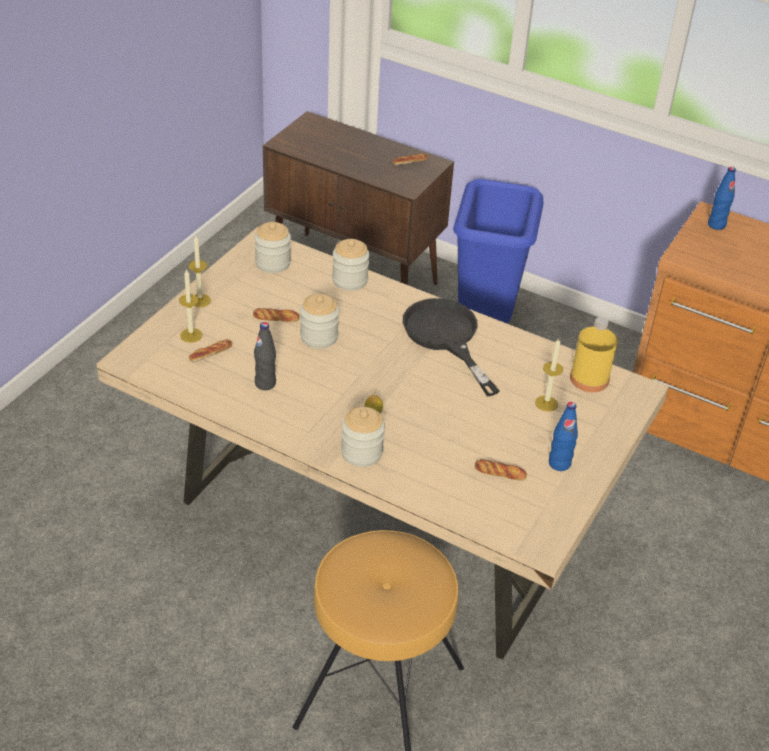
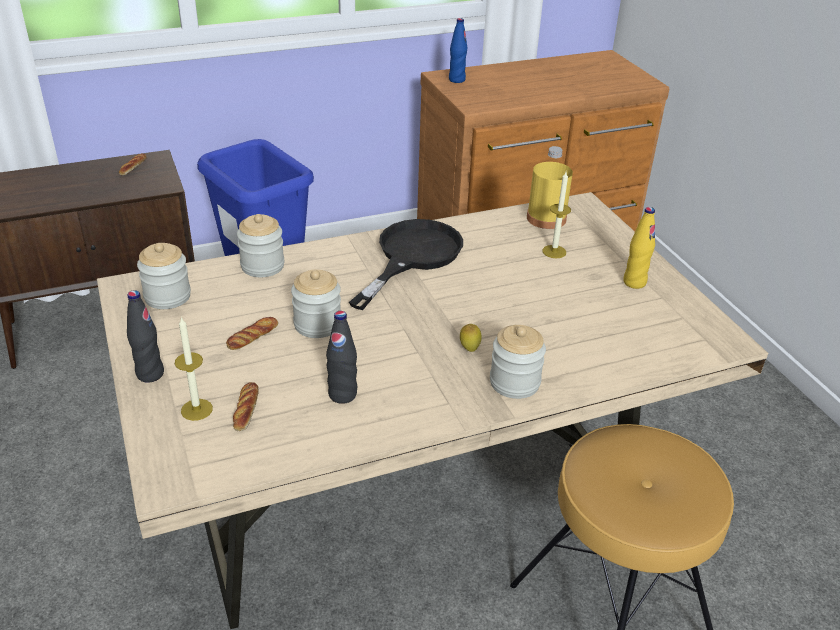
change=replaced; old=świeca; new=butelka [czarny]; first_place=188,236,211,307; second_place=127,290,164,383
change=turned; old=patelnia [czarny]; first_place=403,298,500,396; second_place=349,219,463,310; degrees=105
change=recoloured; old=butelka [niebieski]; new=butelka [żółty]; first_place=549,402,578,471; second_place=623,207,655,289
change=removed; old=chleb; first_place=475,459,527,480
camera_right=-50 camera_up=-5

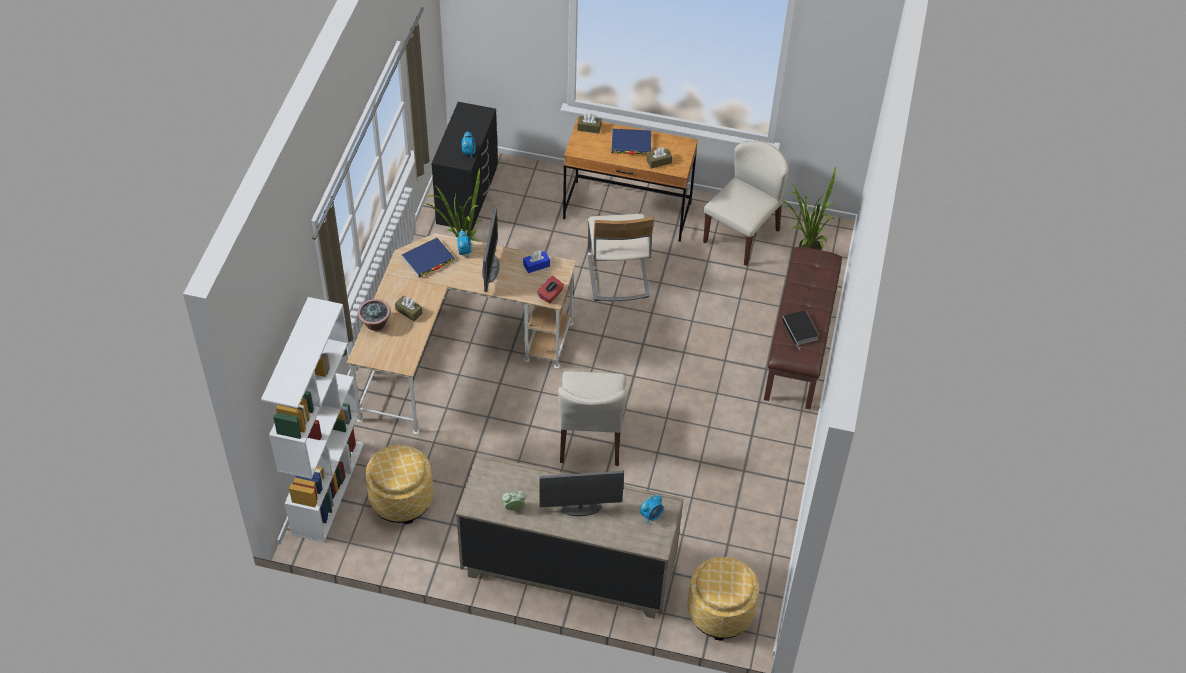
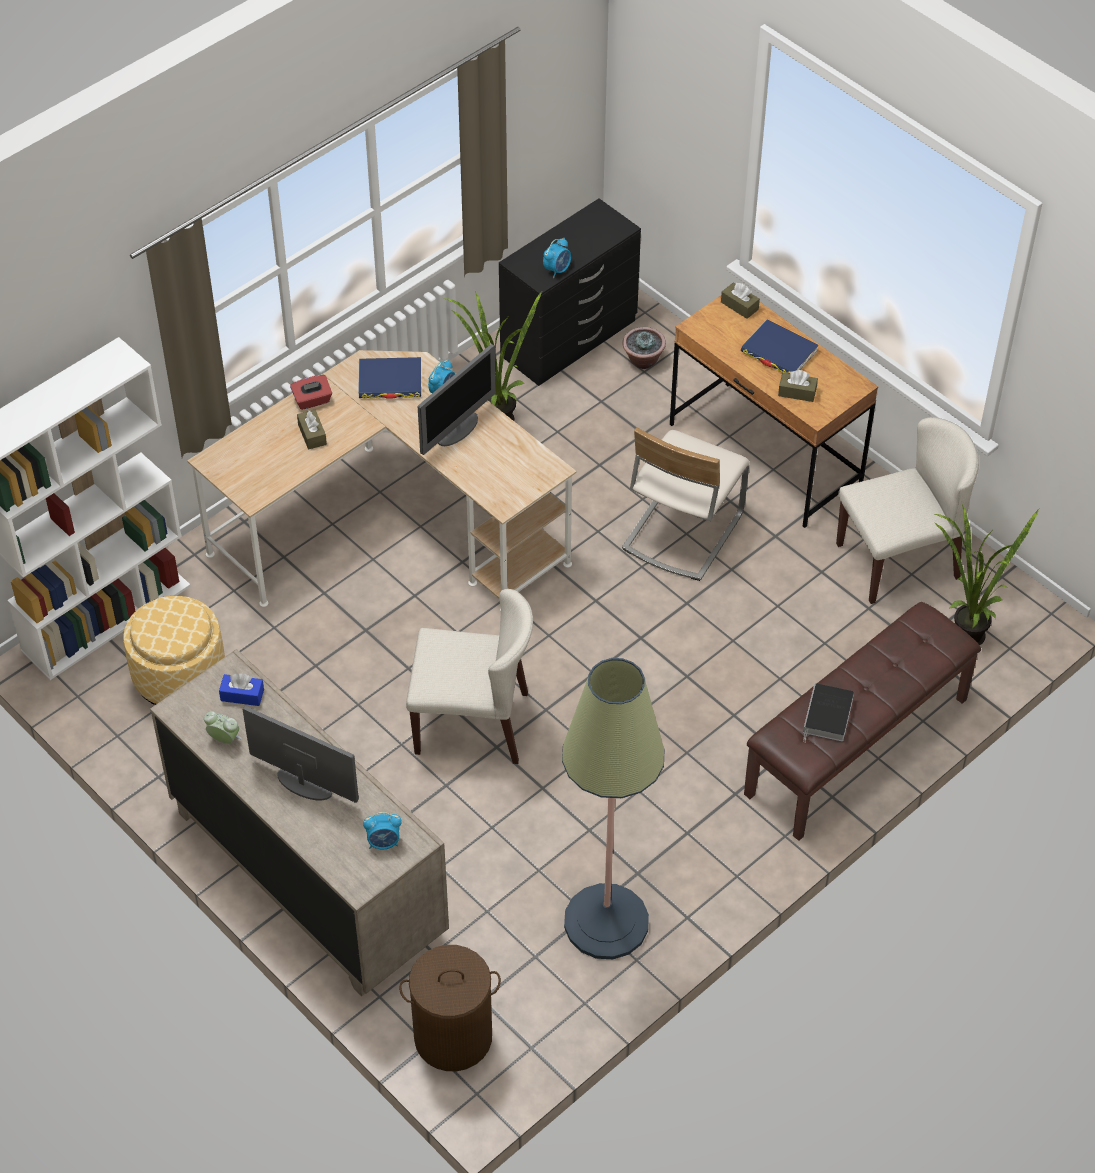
change=moved; old=pudełko chusteczek [niebieski]; first_place=523,251,550,273; second_place=219,673,264,706
change=moved; old=pudełko chusteczek [czerwony]; first_place=537,276,564,303; second_place=290,375,332,410
change=moved; old=roślina doniczkowa; first_place=358,299,391,331; second_place=622,327,666,369
change=turned; old=krzesło [beżowy]; first_place=558,371,627,466; second_place=406,589,533,764; degrees=-120
change=replaced; old=pufa; new=kosz na pranie [brązowy]; first_place=688,557,759,640; second_place=399,945,501,1071
change=added; new=lampa stojąca; second_place=562,658,665,959
camera_right=35 camera_up=0

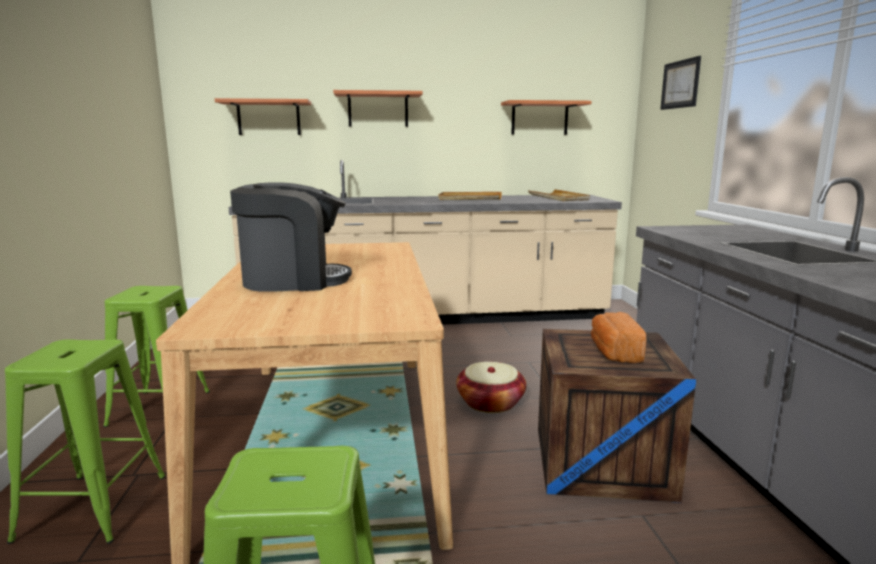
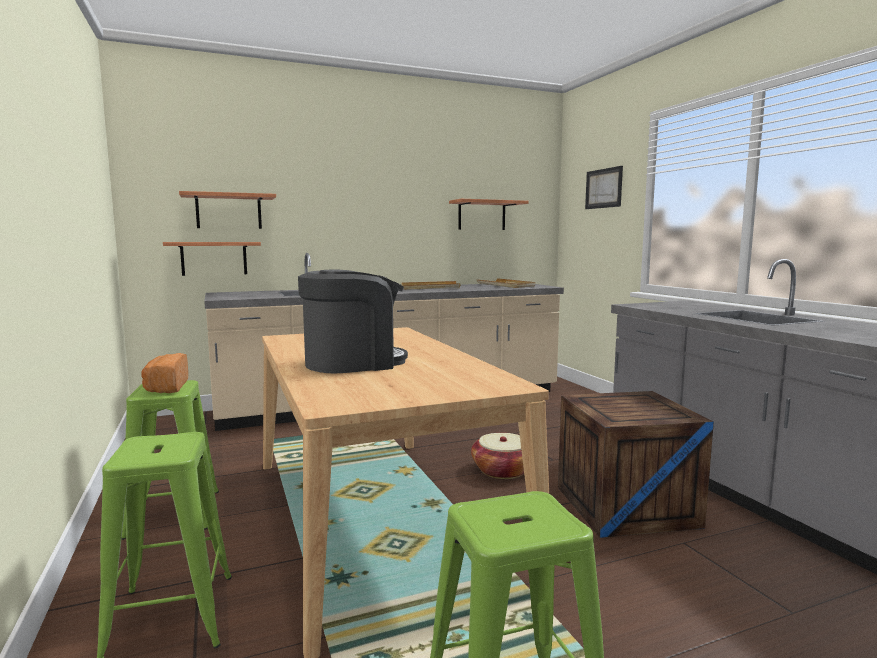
change=moved; old=półka; first_place=333,90,423,127; second_place=163,242,261,276
change=moved; old=chleb; first_place=591,312,647,363; second_place=141,353,188,393
camera_right=-15 camera_up=-5

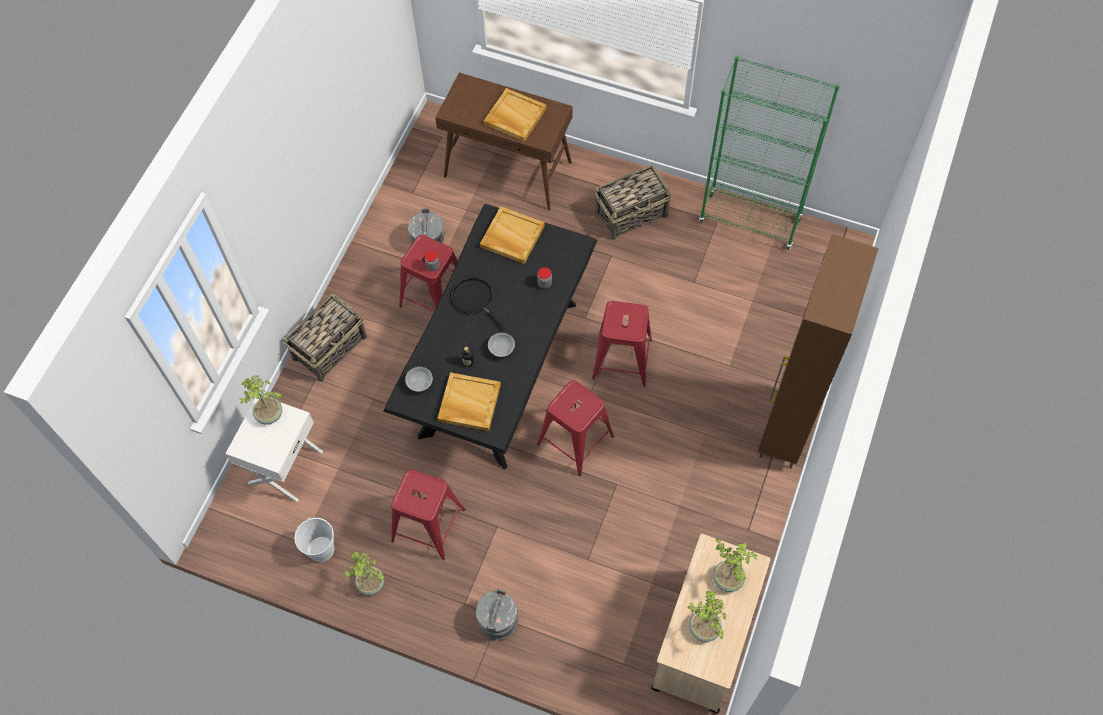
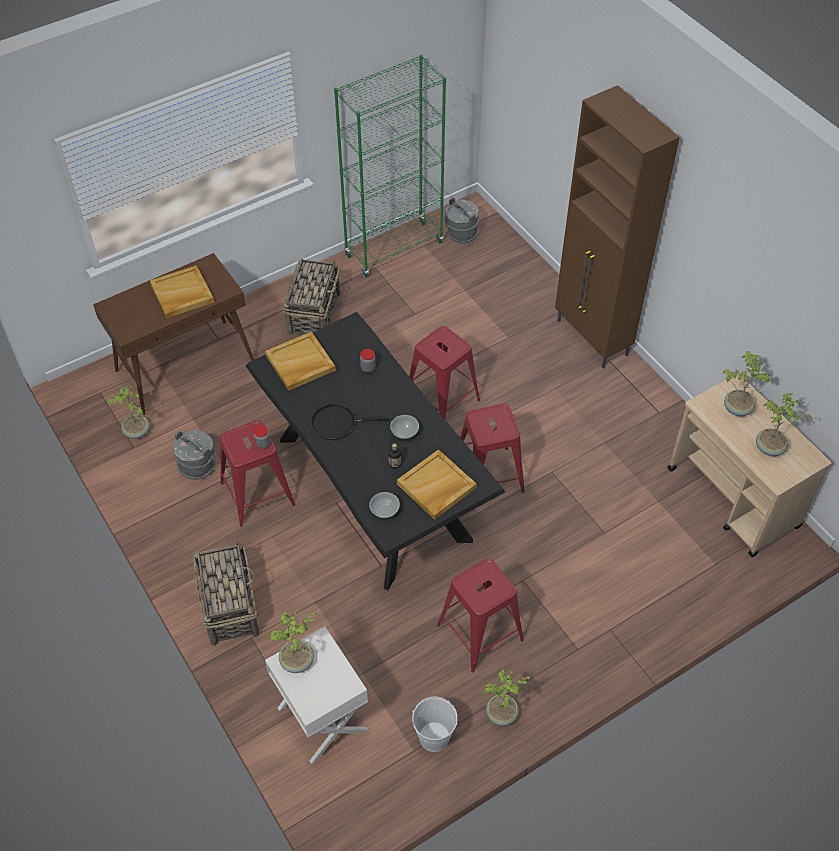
change=moved; old=wiadro [szary]; first_place=476,589,518,640; second_place=445,197,479,243
change=added; new=roślina doniczkowa; second_place=106,384,150,439
camera_right=-55 camera_up=-10

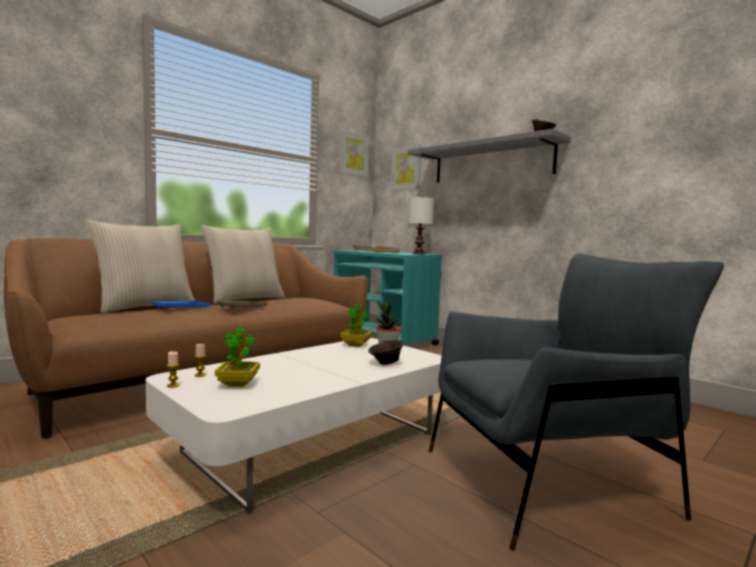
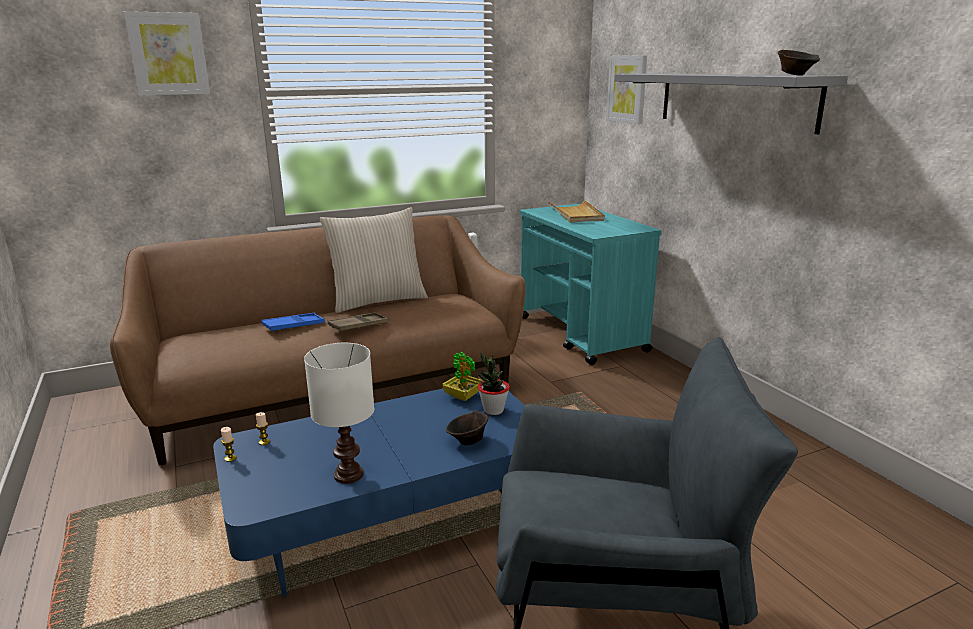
change=moved; old=obraz; first_place=339,129,369,177; second_place=124,11,210,96
change=moved; old=lampa stołowa [biały]; first_place=408,197,434,254; second_place=304,343,374,484
change=removed; old=poduszka [beżowy]; first_place=87,220,195,313
change=removed; old=roślina doniczkowa; first_place=215,326,260,387
change=recoloured; old=ława [biały]; new=ława [niebieski]; first_place=146,338,442,513; second_place=213,380,525,597
camera_right=20 camera_up=15

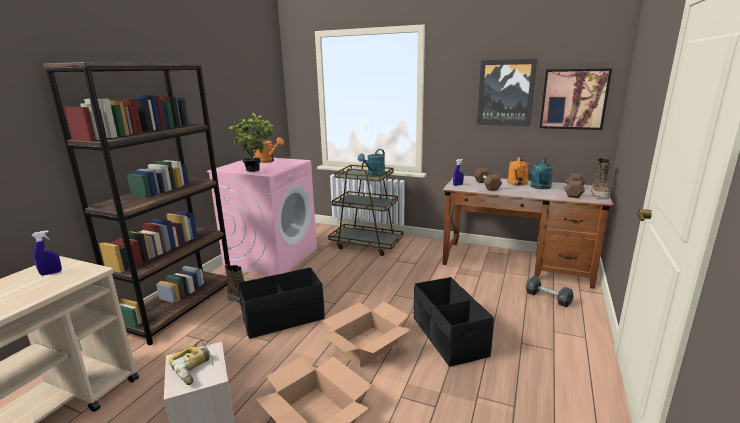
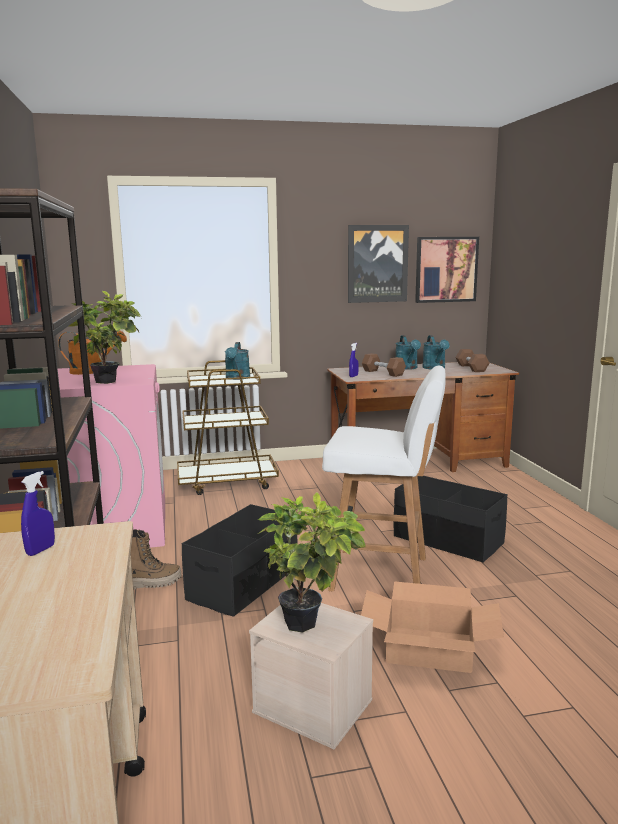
change=recoloured; old=konewka [pomarańczowy]; new=konewka [turkusowy]; first_place=507,155,529,186; second_place=396,335,421,370
change=removed; old=but z cholewką; first_place=590,156,612,198
change=removed; old=hantel [czarny]; first_place=526,276,574,307
change=replaced; old=karton; new=stołek [biały]; first_place=321,301,412,367; second_place=322,366,445,592
change=replaced; old=wiertarka; new=roślina doniczkowa; first_place=169,339,213,385; second_place=258,492,366,633
camera_right=-35 camera_up=-5

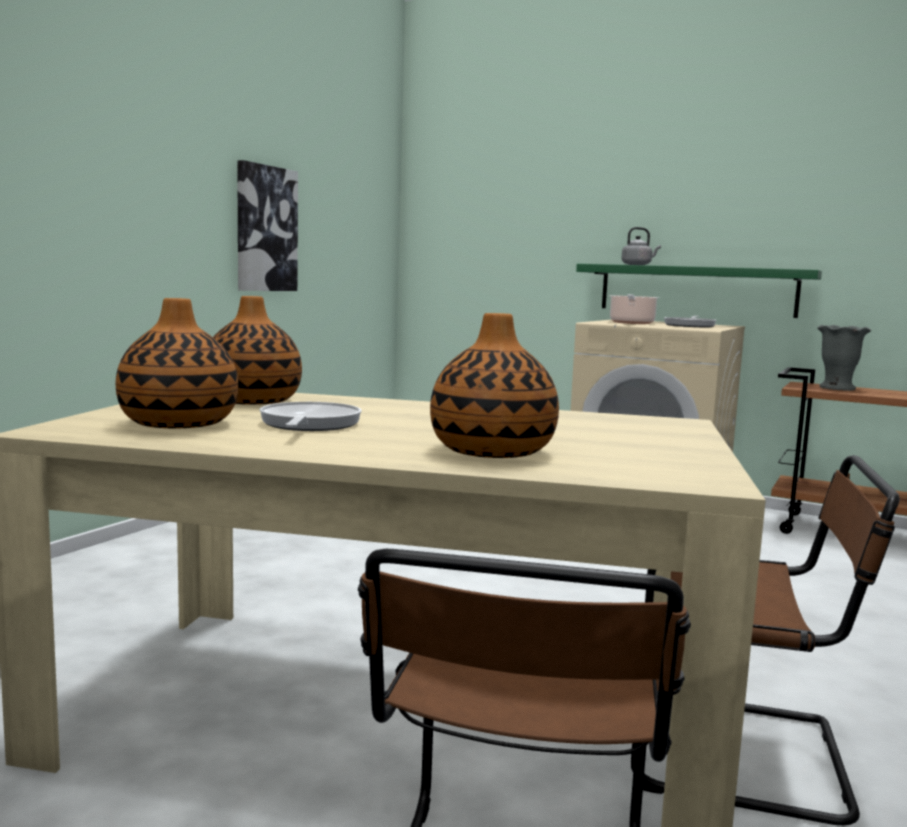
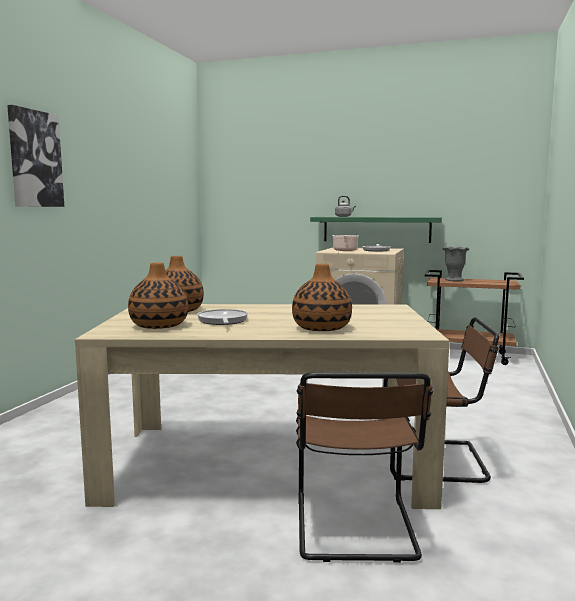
change=moved; old=obraz; first_place=237,160,298,291; second_place=7,105,64,207
camera_right=-10 camera_up=0

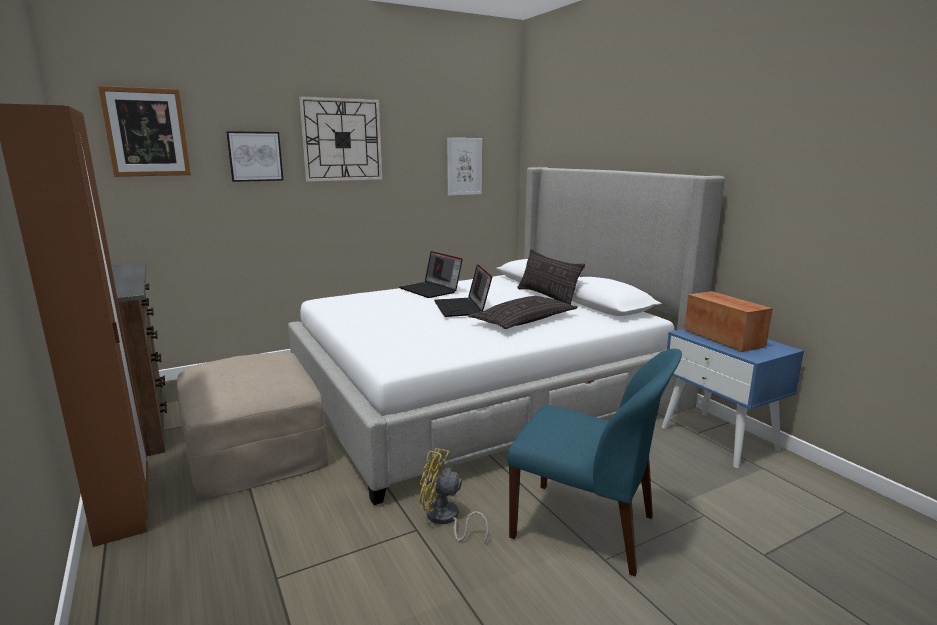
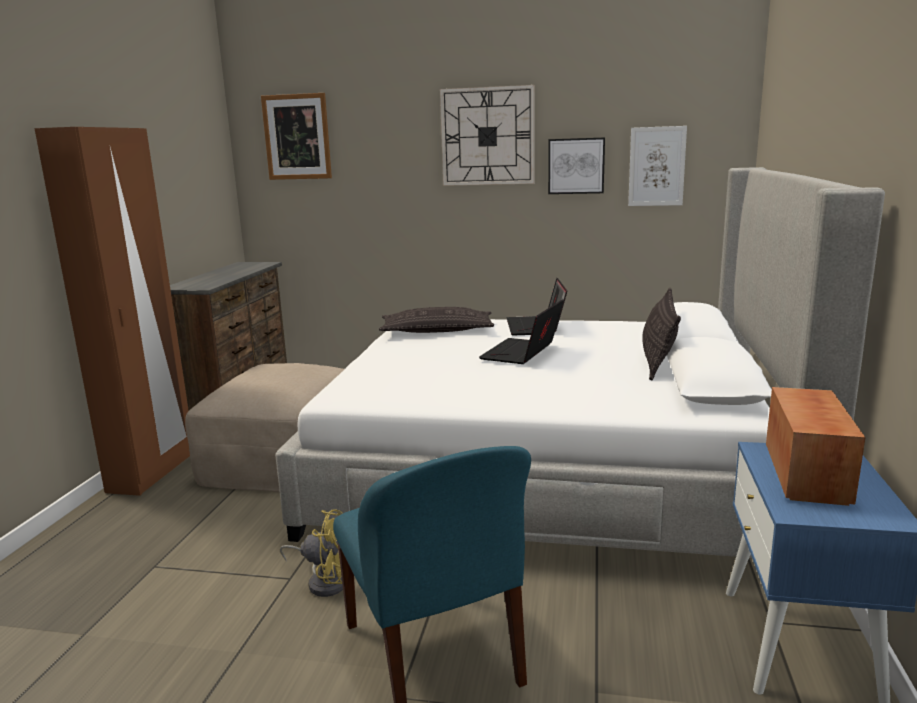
change=moved; old=obraz; first_place=226,131,283,182; second_place=548,138,605,194
change=moved; old=poduszka; first_place=468,296,578,329; second_place=379,307,494,333
change=turned; old=wentylator [żółty]; first_place=419,448,489,544; second_place=280,509,343,597; degrees=135
camera_right=40 camera_up=0

